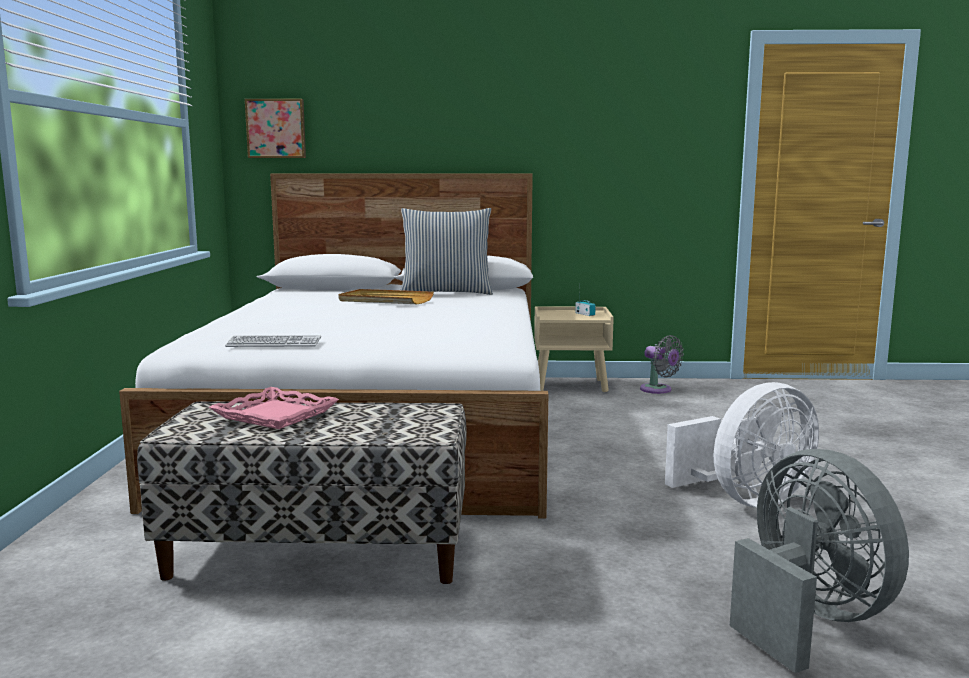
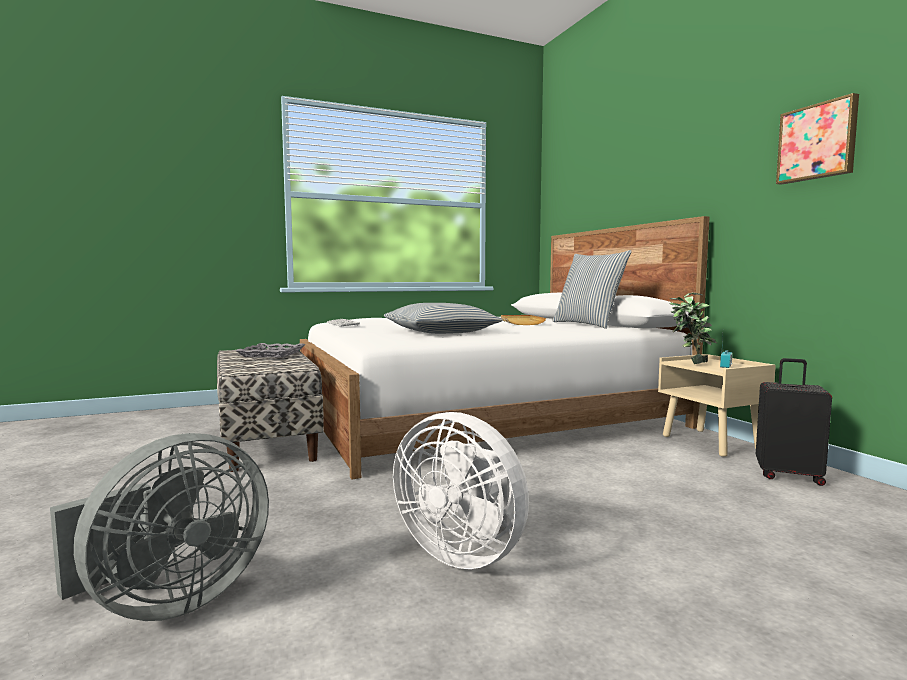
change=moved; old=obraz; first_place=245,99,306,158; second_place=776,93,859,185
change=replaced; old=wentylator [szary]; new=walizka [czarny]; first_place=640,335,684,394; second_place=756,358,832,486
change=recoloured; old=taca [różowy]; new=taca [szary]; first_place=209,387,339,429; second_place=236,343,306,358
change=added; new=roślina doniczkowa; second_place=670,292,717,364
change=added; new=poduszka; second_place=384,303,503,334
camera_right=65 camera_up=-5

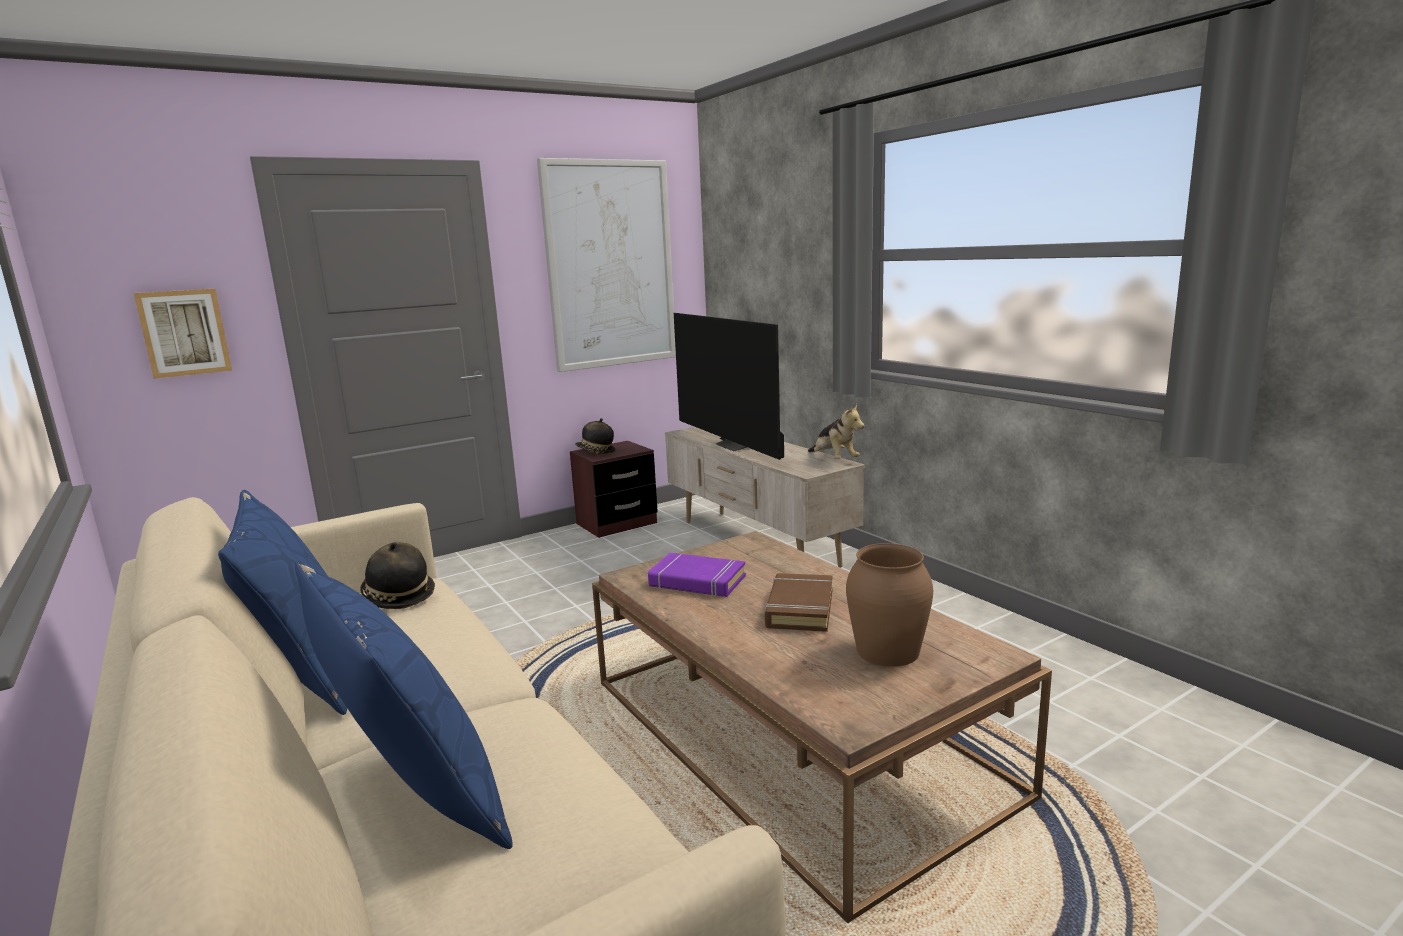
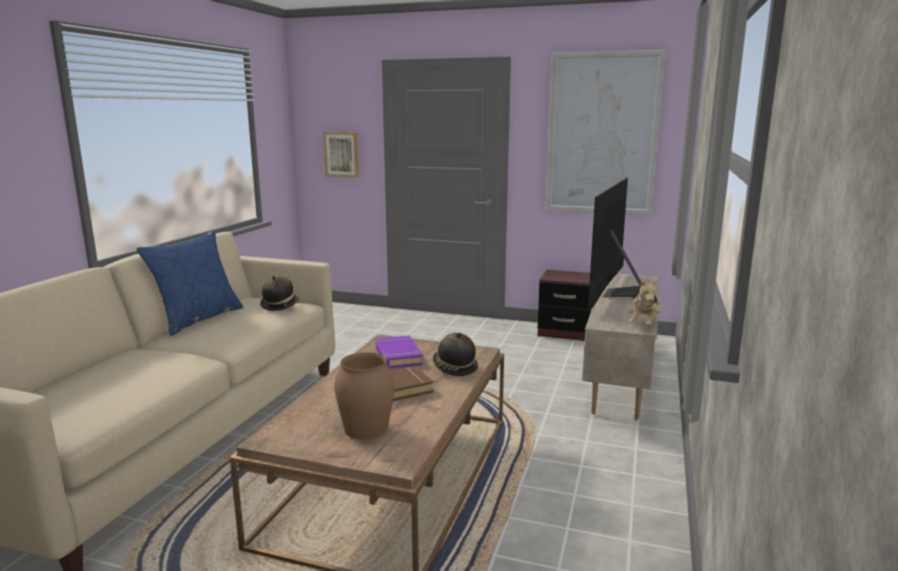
change=moved; old=kapelusz; first_place=575,418,615,454; second_place=433,333,478,376
change=removed; old=poduszka [niebieski]; first_place=295,561,513,849
camera_right=50 camera_up=0

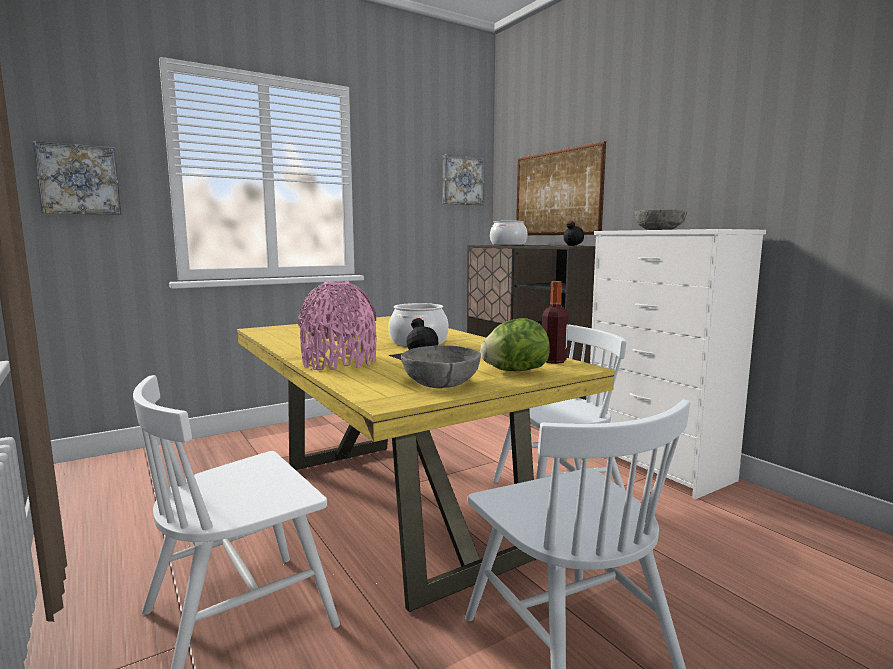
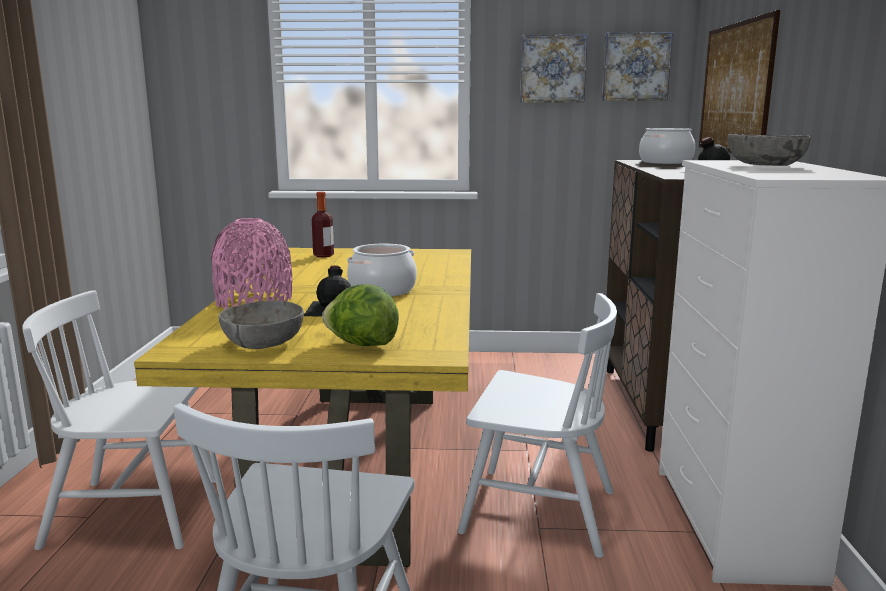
change=moved; old=obraz; first_place=33,141,121,215; second_place=520,34,588,103
change=moved; old=butelka; first_place=542,281,568,364; second_place=312,192,334,257
camera_right=35 camera_up=5

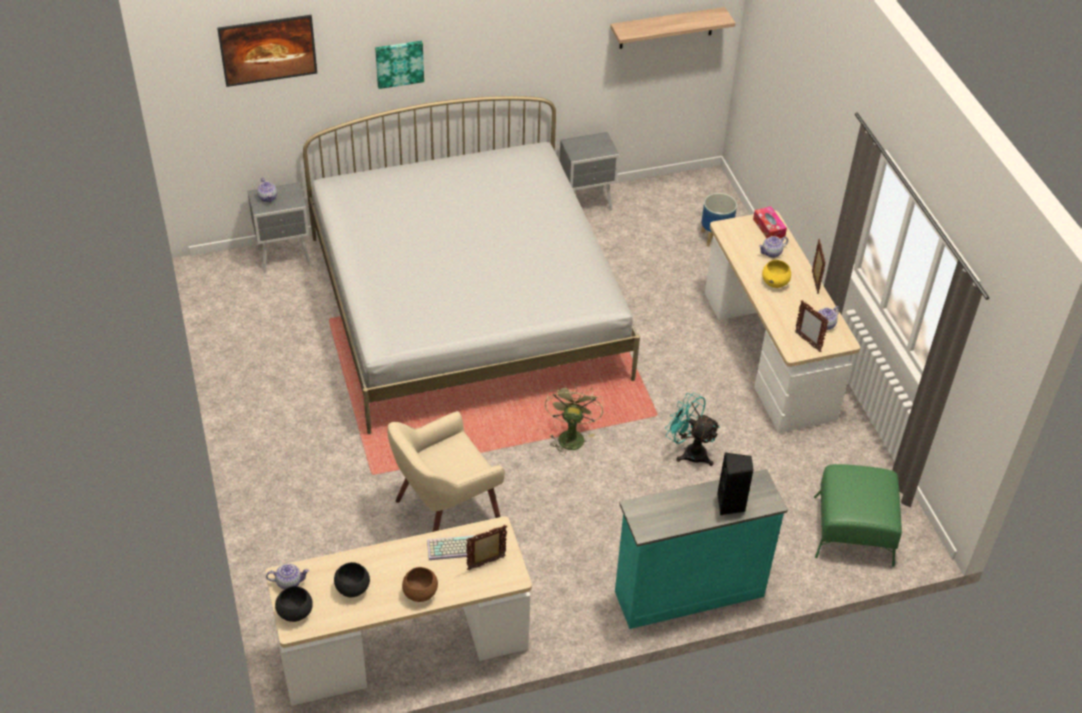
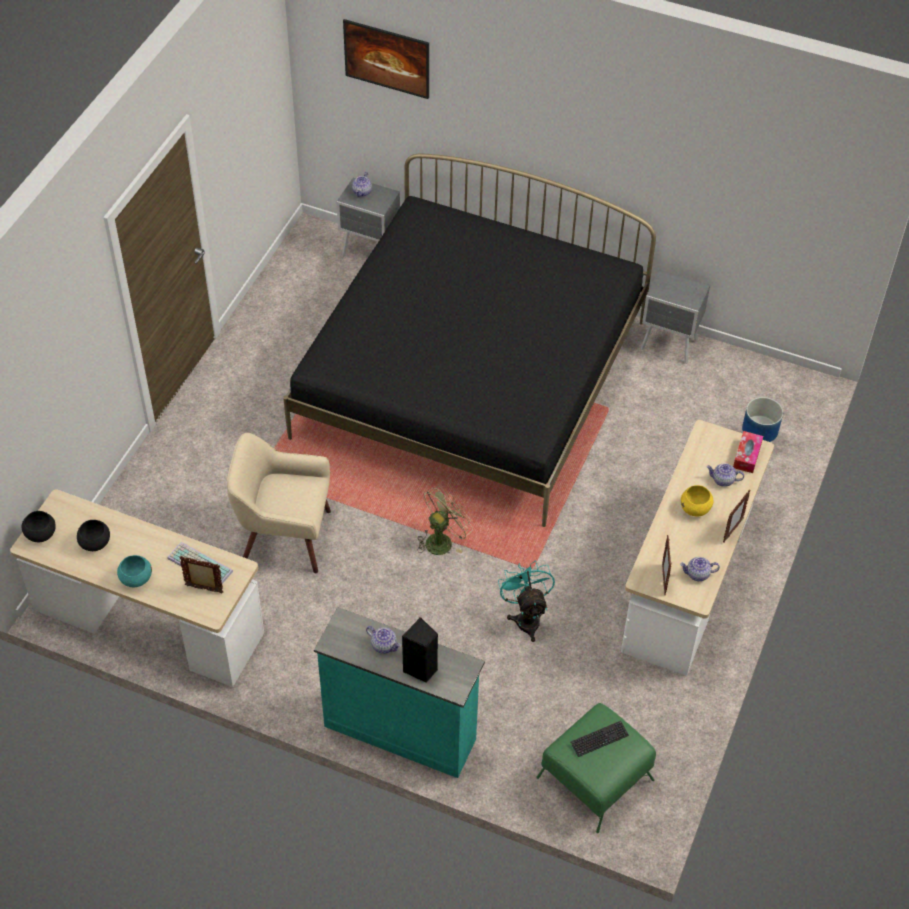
change=removed; old=półka; first_place=610,7,736,49
change=removed; old=obraz; first_place=375,41,424,89
change=recoloured; old=łóżko [biały]; new=łóżko [czarny]; first_place=303,96,640,434; second_place=283,153,656,527
change=moved; old=imbryk; first_place=266,564,309,589; second_place=366,626,401,654
change=recoloured; old=miska [brązowy]; new=miska [turkusowy]; first_place=402,567,438,602; second_place=117,555,152,587
change=added; new=klawiatura; second_place=571,721,629,757
camera_right=40 camera_up=5

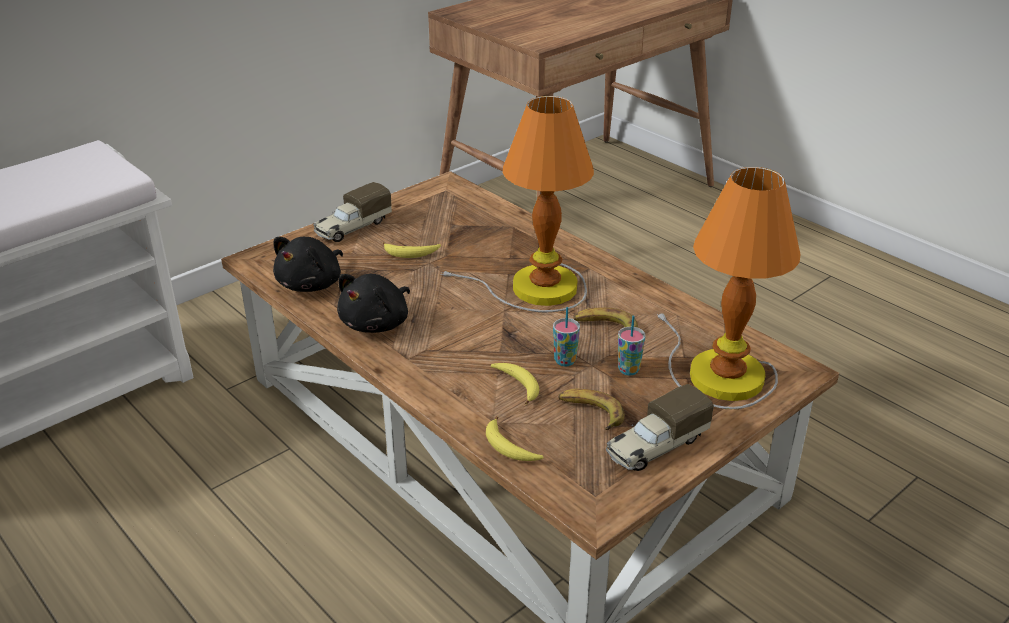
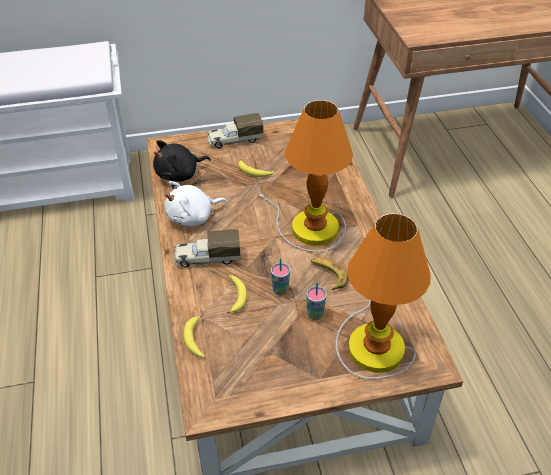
change=recoloured; old=pluszak [czarny]; new=pluszak [biały]; first_place=337,274,410,333; second_place=165,181,227,226
change=moved; old=ciężarówka zabawkowa; first_place=606,384,714,471; second_place=174,229,241,268
change=removed; old=banan; first_place=558,389,625,430
camera_right=30 camera_up=10

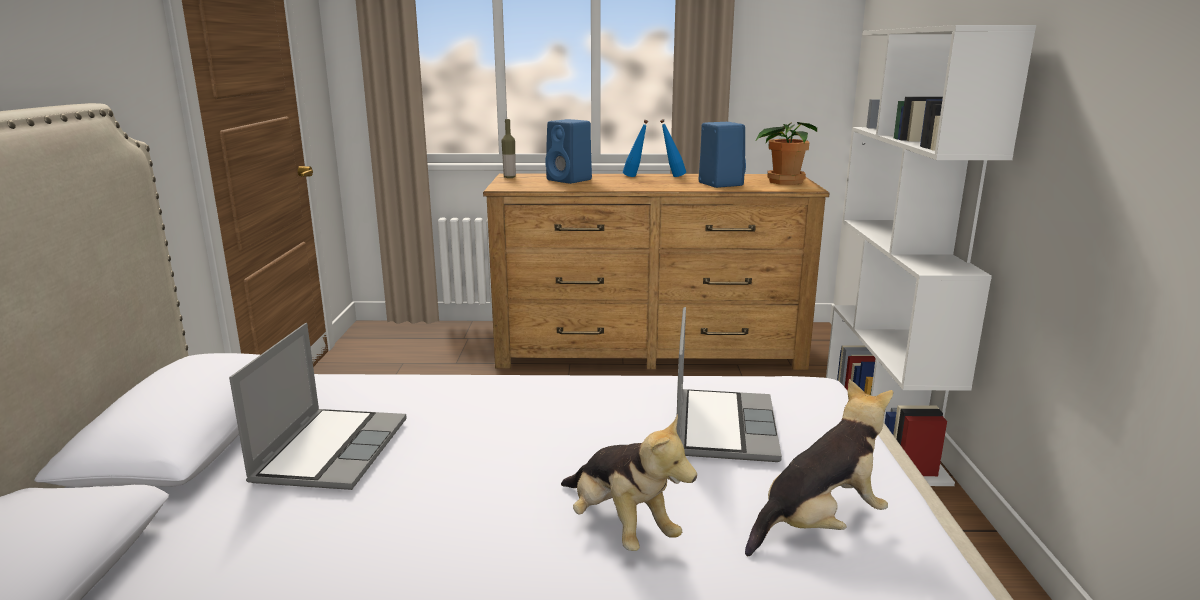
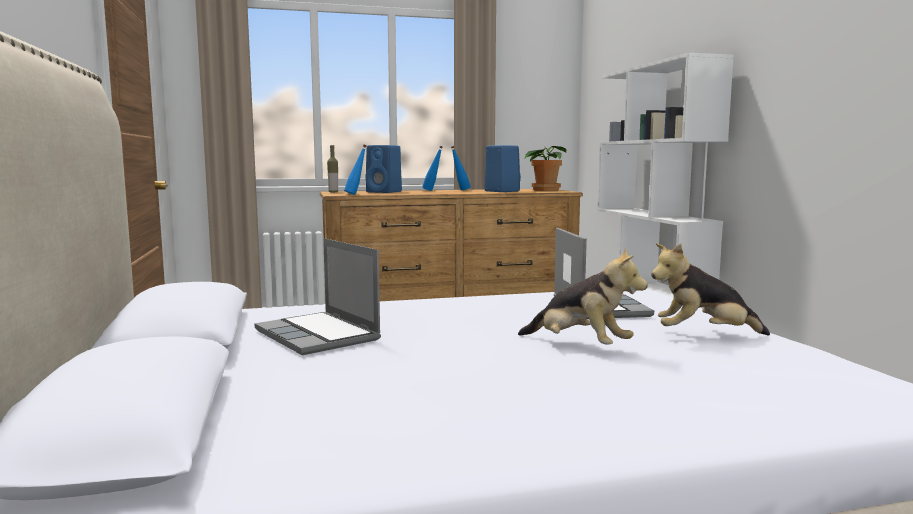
change=turned; old=laptop; first_place=229,323,407,490; second_place=255,238,381,355; degrees=150
change=turned; old=pluszak; first_place=745,379,893,556; second_place=651,243,770,335; degrees=-135
change=added; new=butelka [niebieski]; second_place=344,145,367,195
camera_right=-15 camera_up=-10

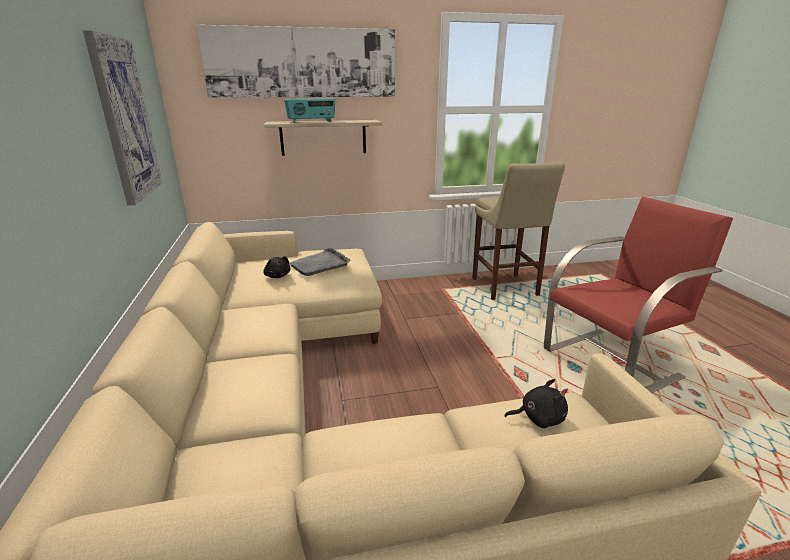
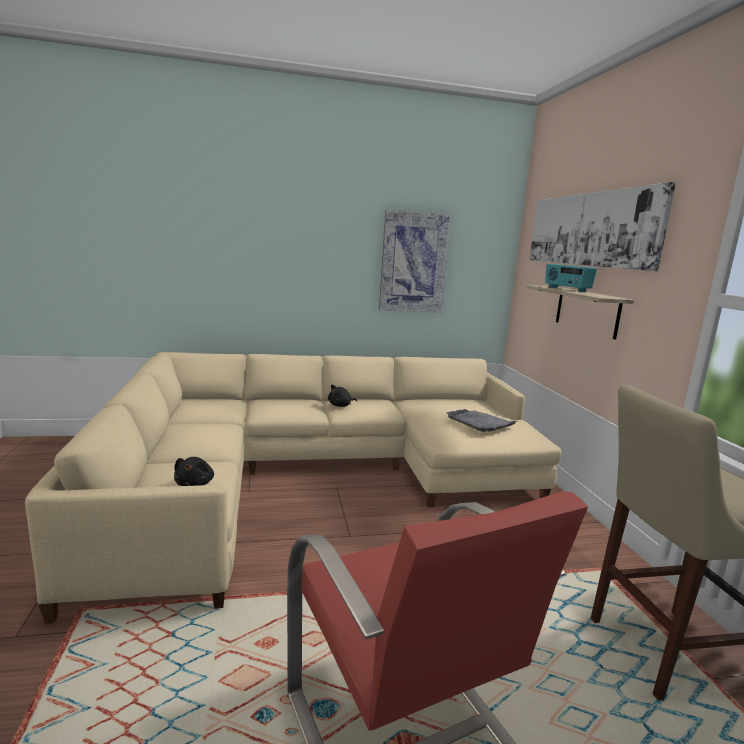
change=moved; old=pluszak [czarny]; first_place=263,256,290,278; second_place=328,384,357,407
camera_right=90 camera_up=-10

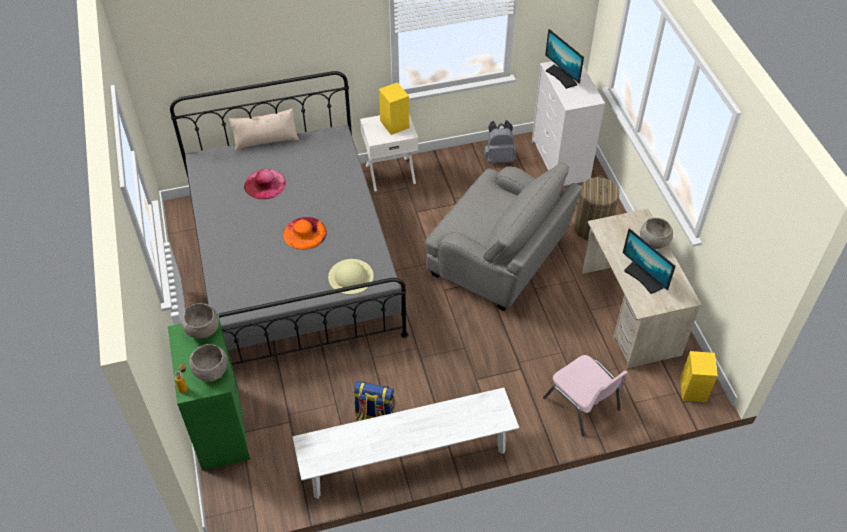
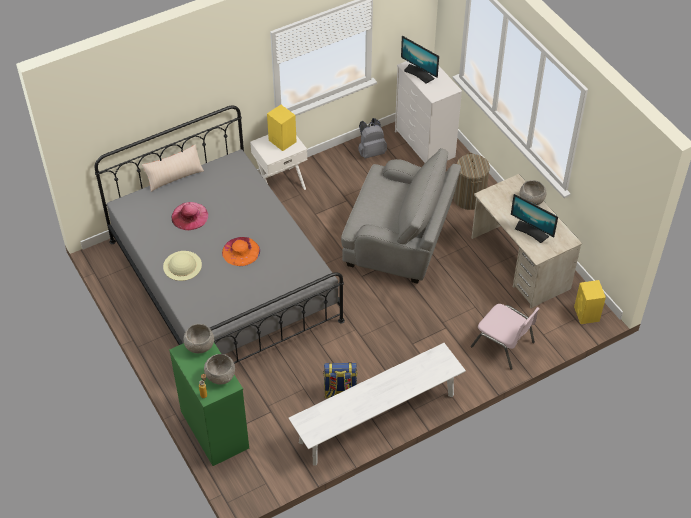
change=moved; old=kapelusz [beżowy]; first_place=328,259,374,295; second_place=163,251,202,281
camera_right=-15 camera_up=0

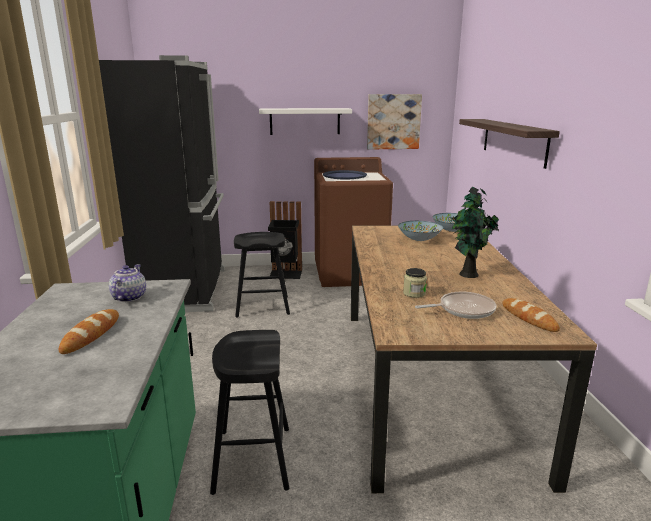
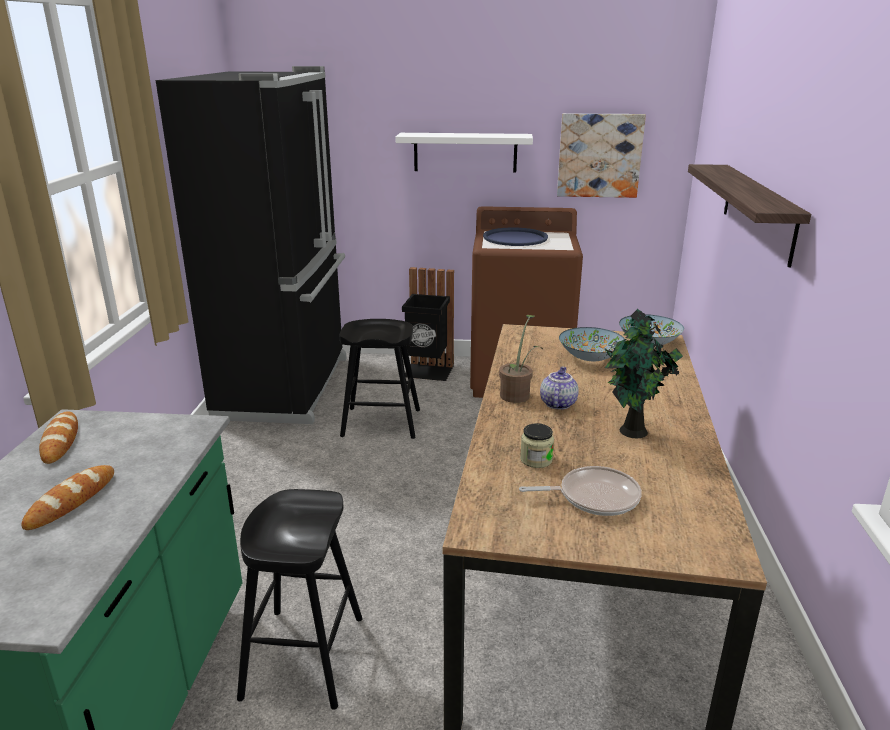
change=moved; old=imbryk; first_place=109,264,146,302; second_place=540,367,579,410
change=moved; old=chleb; first_place=502,298,560,332; second_place=39,411,78,464
change=added; new=roślina doniczkowa; second_place=499,315,543,403
camera_right=10 camera_up=5

